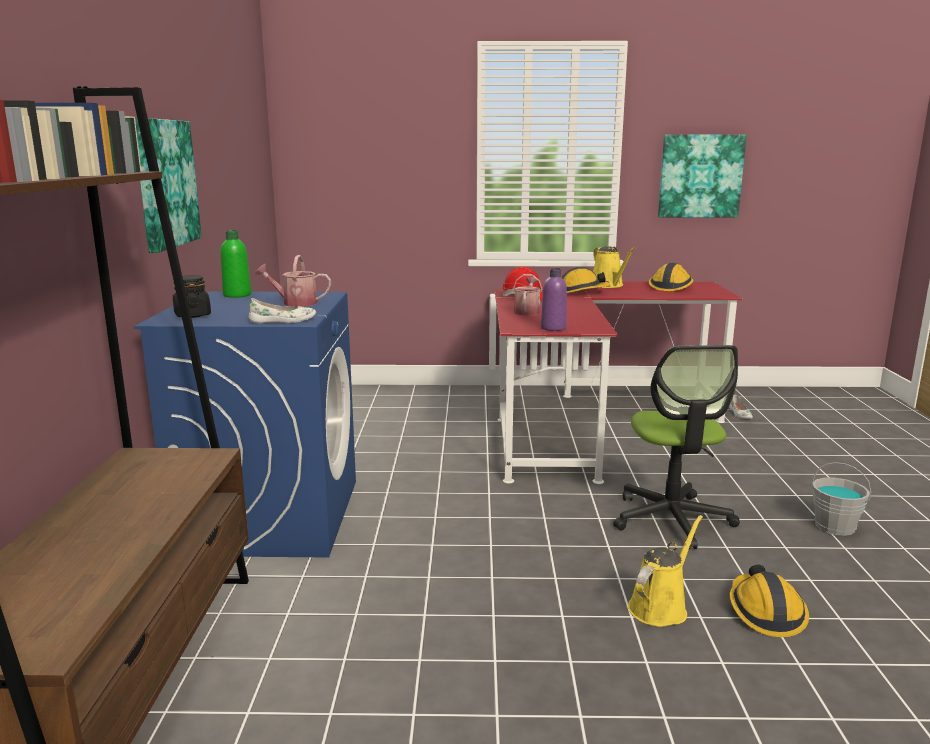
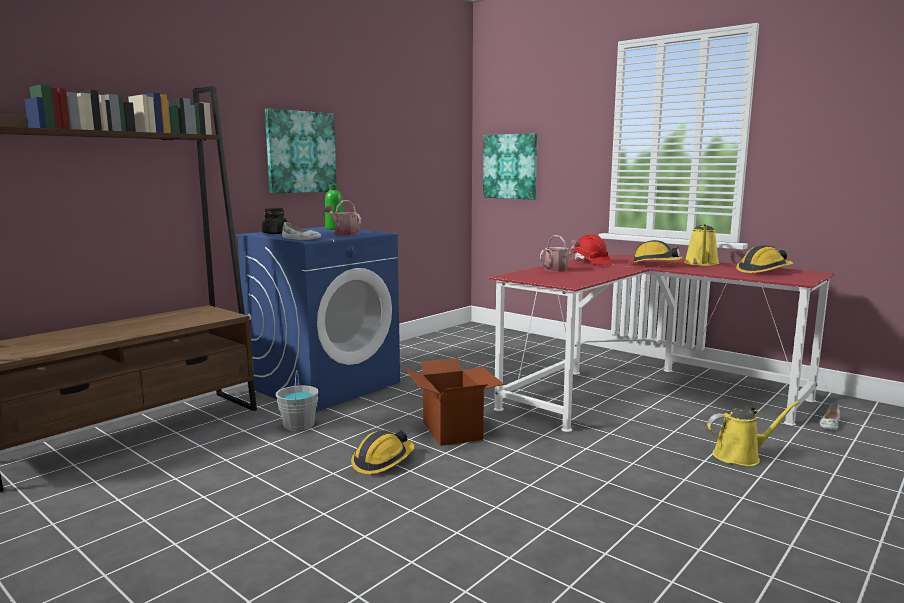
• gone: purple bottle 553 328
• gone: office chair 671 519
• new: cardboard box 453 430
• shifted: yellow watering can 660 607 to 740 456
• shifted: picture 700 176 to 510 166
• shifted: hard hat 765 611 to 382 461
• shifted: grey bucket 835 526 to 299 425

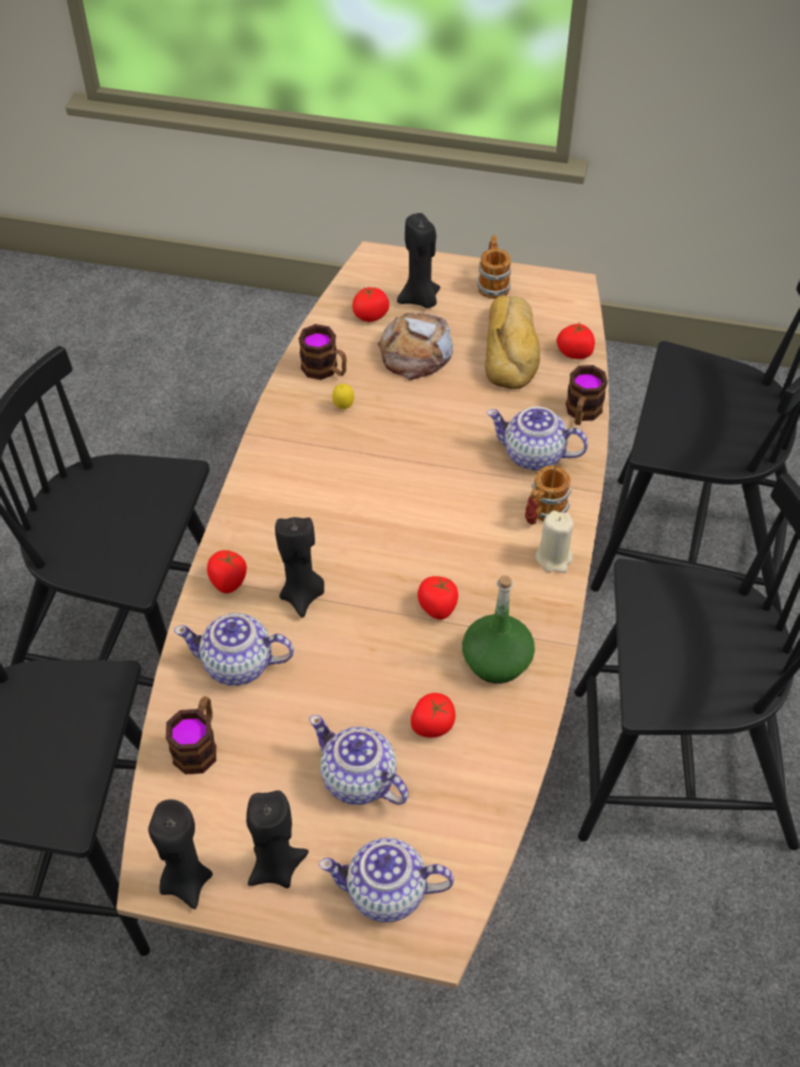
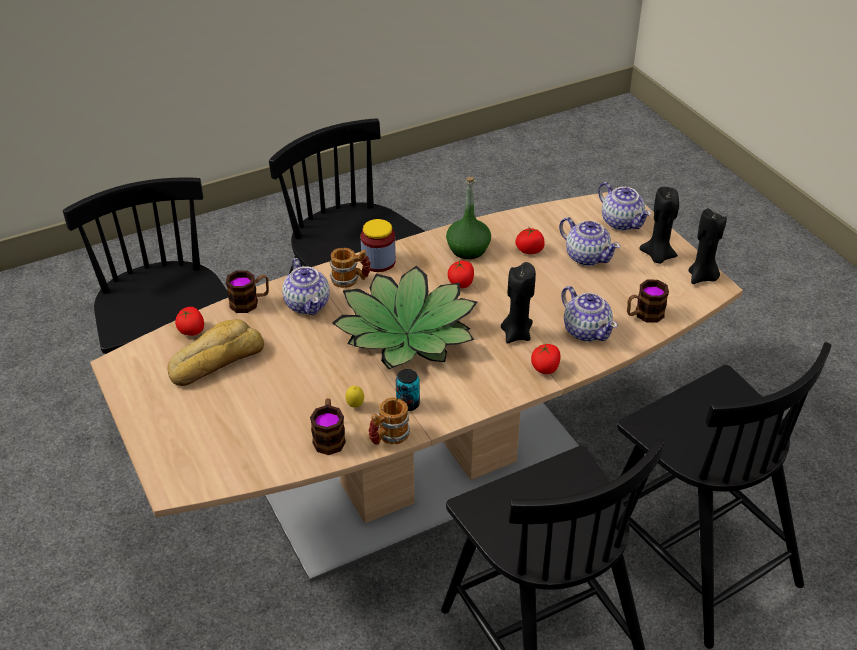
• gone: tomato 371 315
• gone: bread 415 352
• gone: black candle 420 300
• new: potted plant 407 333
• new: can 408 404
• shifted: mug 493 283 to 388 437
• swapped: beige candle 554 558 to jar 378 262
• rotated: teapot 359 780 = 586 256 45 degrees counterclockwise

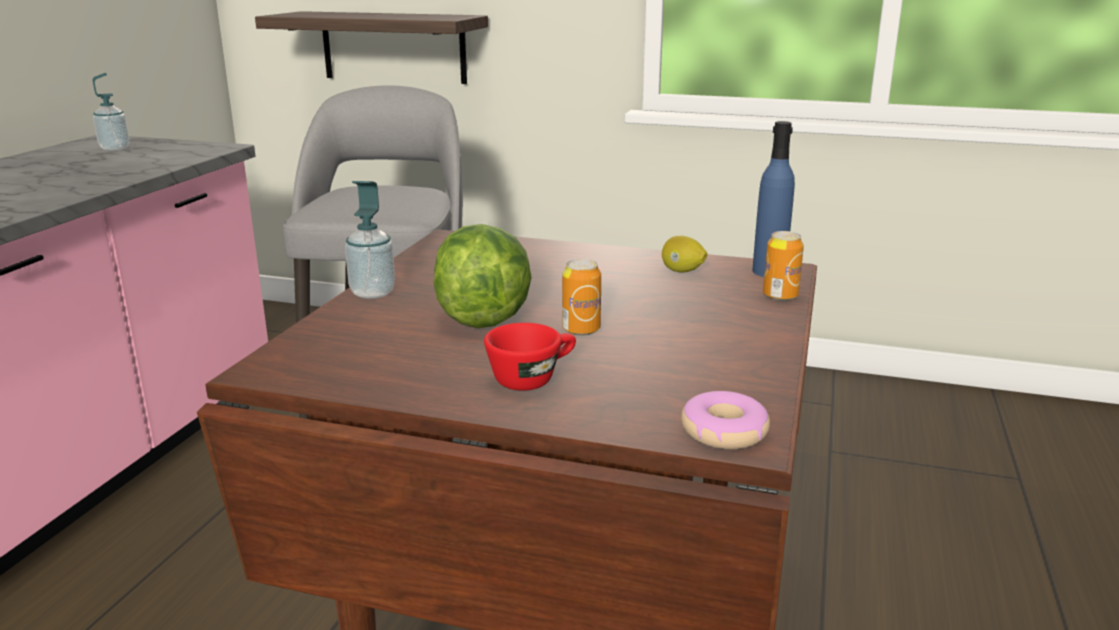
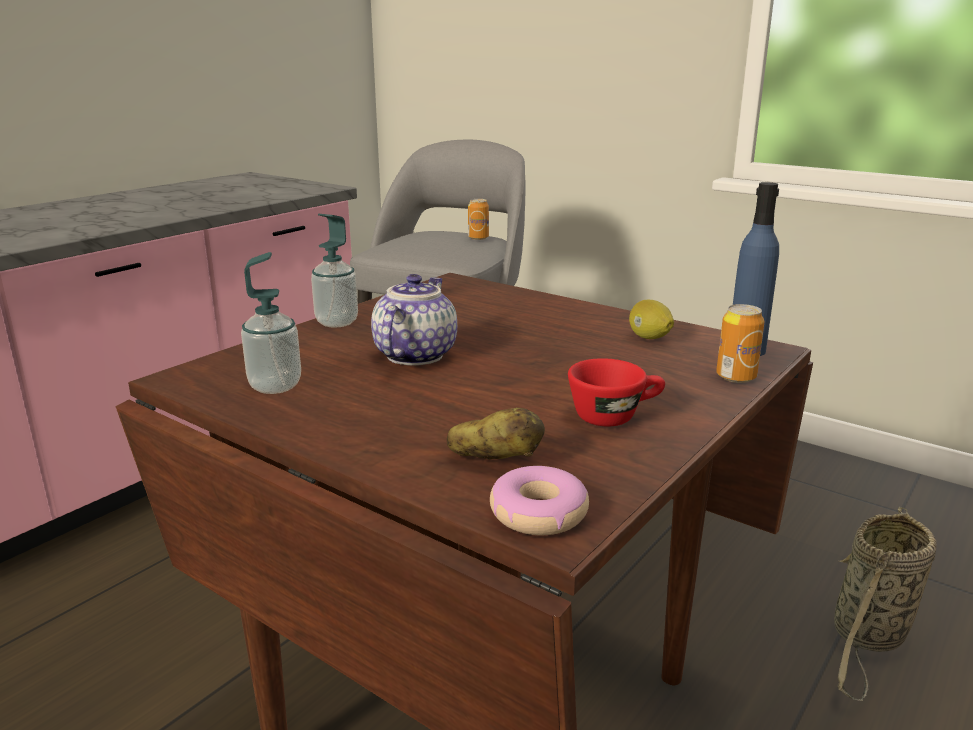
• gone: shelf 393 47
• new: potato 495 459
• new: basket 868 637
• shifted: soap dispenser 115 148 to 275 386
• shifted: red cup 532 378 to 614 416
• shifted: can 581 330 to 478 238
• swapped: lettuce 484 315 to teapot 413 355

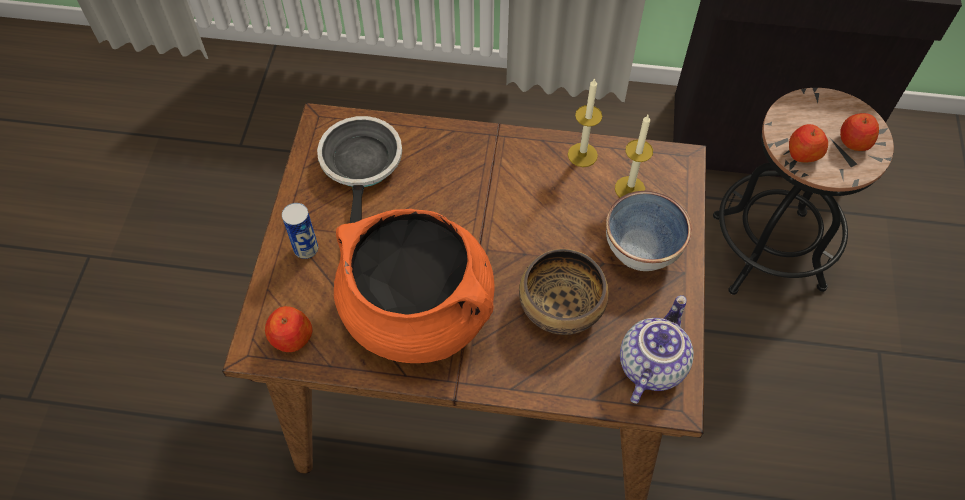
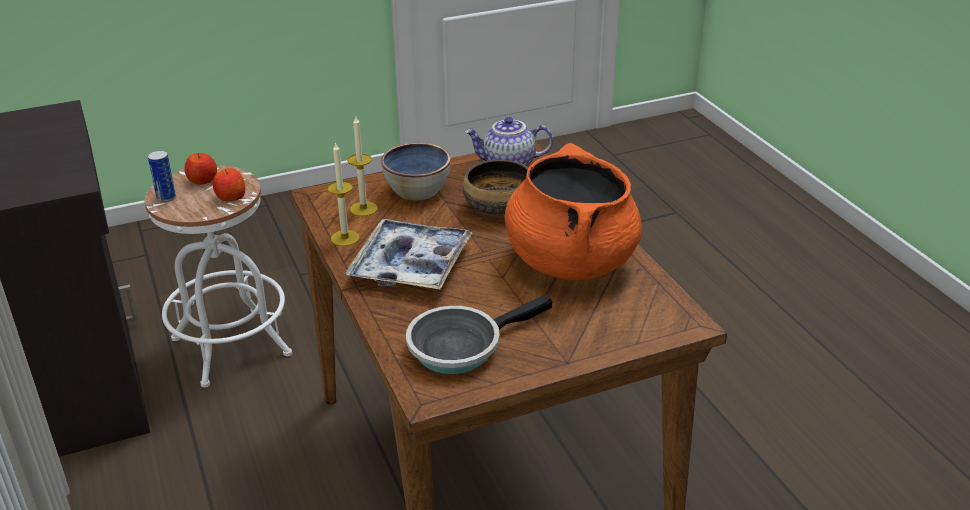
• gone: apple 291 338
• new: tray 410 265
• shifted: can 306 249 to 166 198
• repainted: black stool 768 251 to white stool 231 346

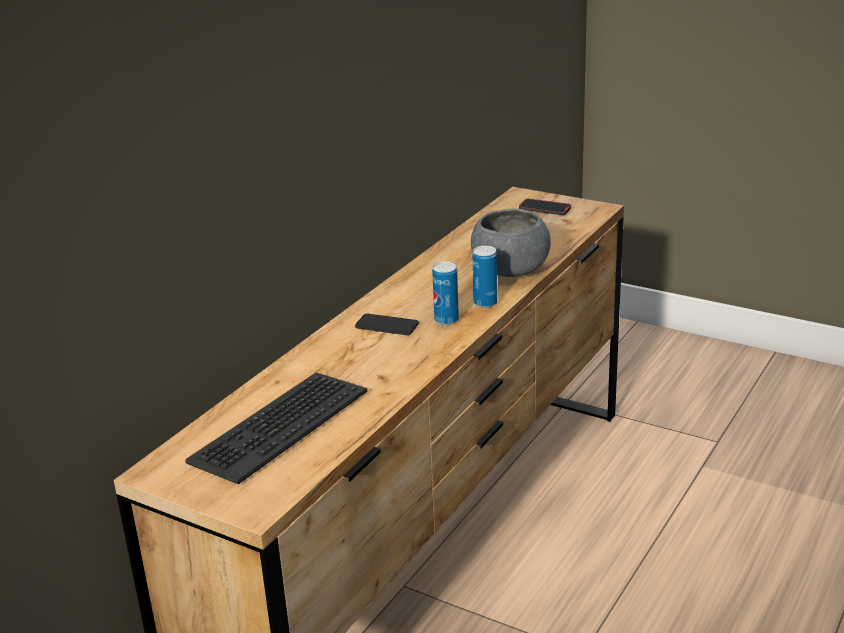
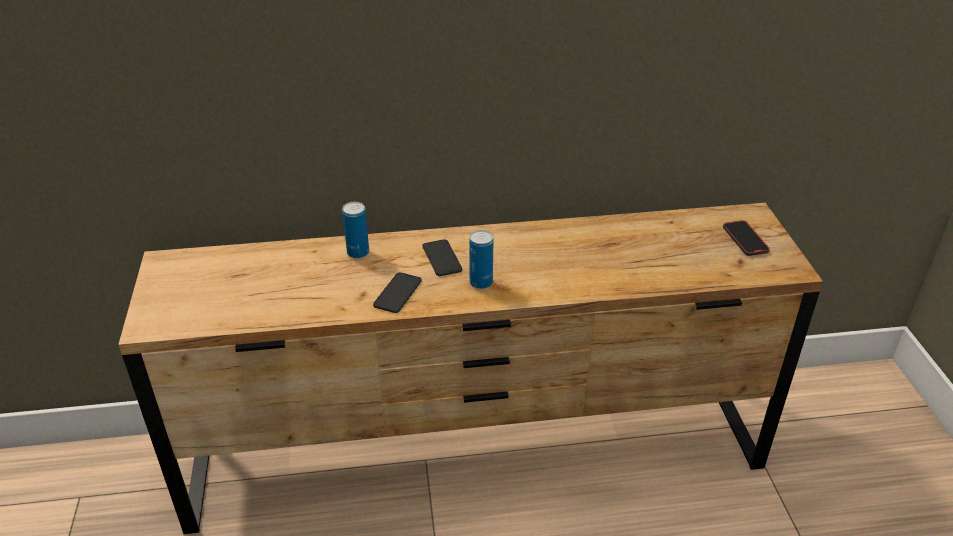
• gone: keyboard 279 426
• gone: grey bowl 510 270
• new: phone 397 293
• shifted: can 485 303 to 358 253

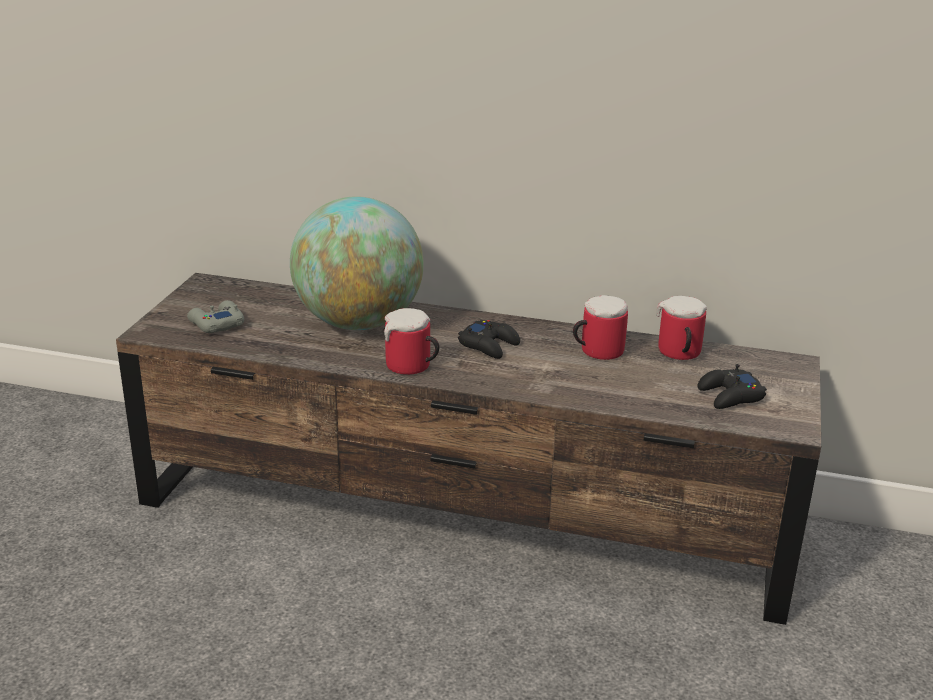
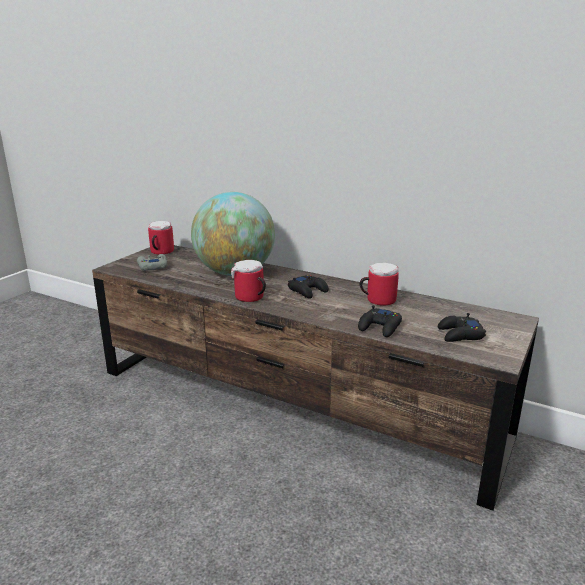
• new: black game controller 380 327
• shifted: mug 678 354 to 159 252

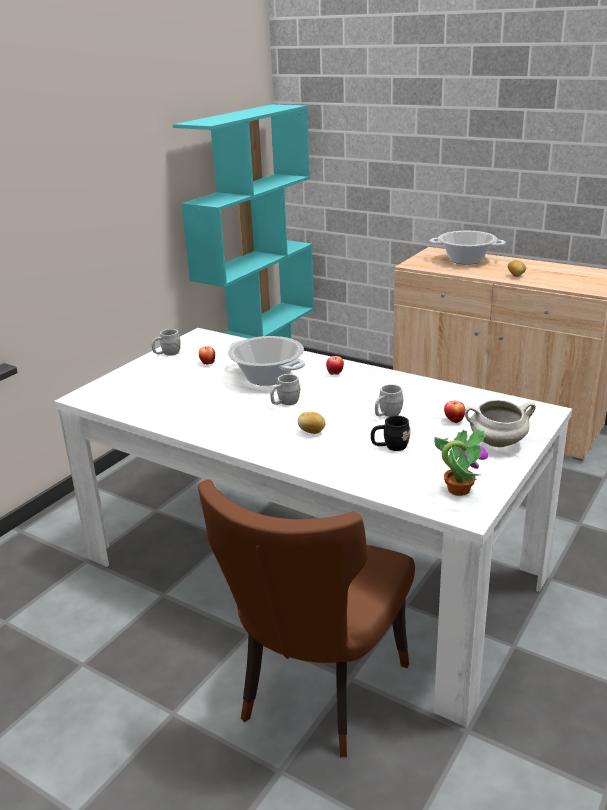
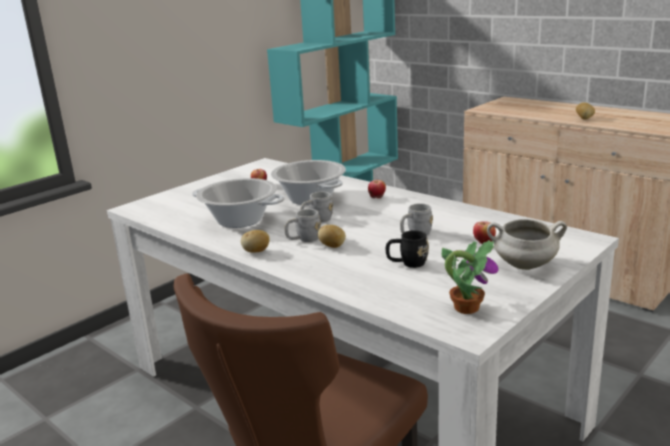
• new: potato 256 251
• shifted: grey mug 167 353 to 303 239
• shifted: cooking pot 466 260 to 240 220

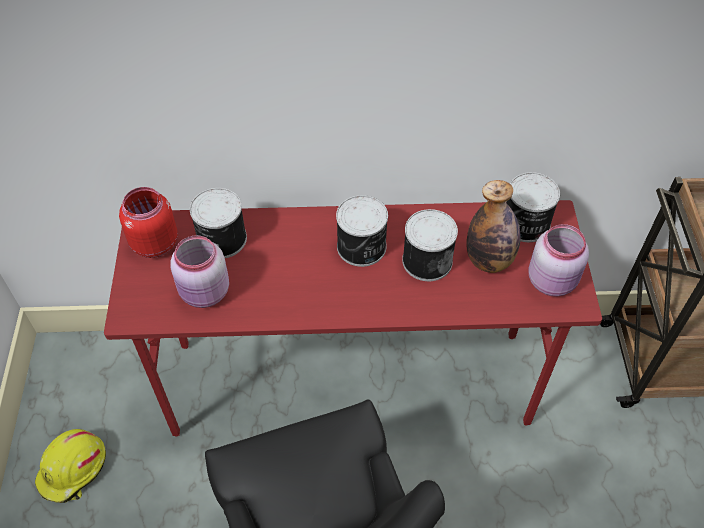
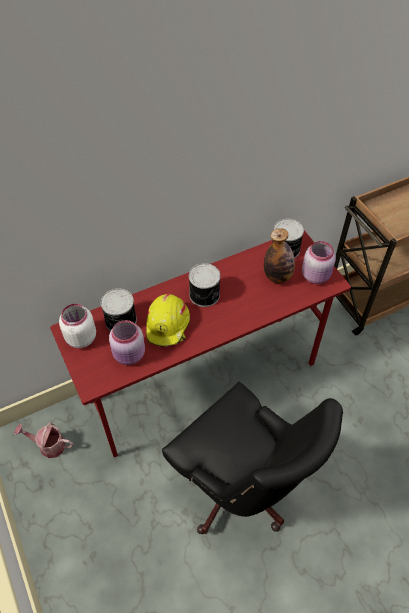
• gone: can 426 260
• new: watering can 48 445
• shifted: yellow hard hat 74 470 to 168 325
• repainted: red jar 153 243 to white jar 80 338

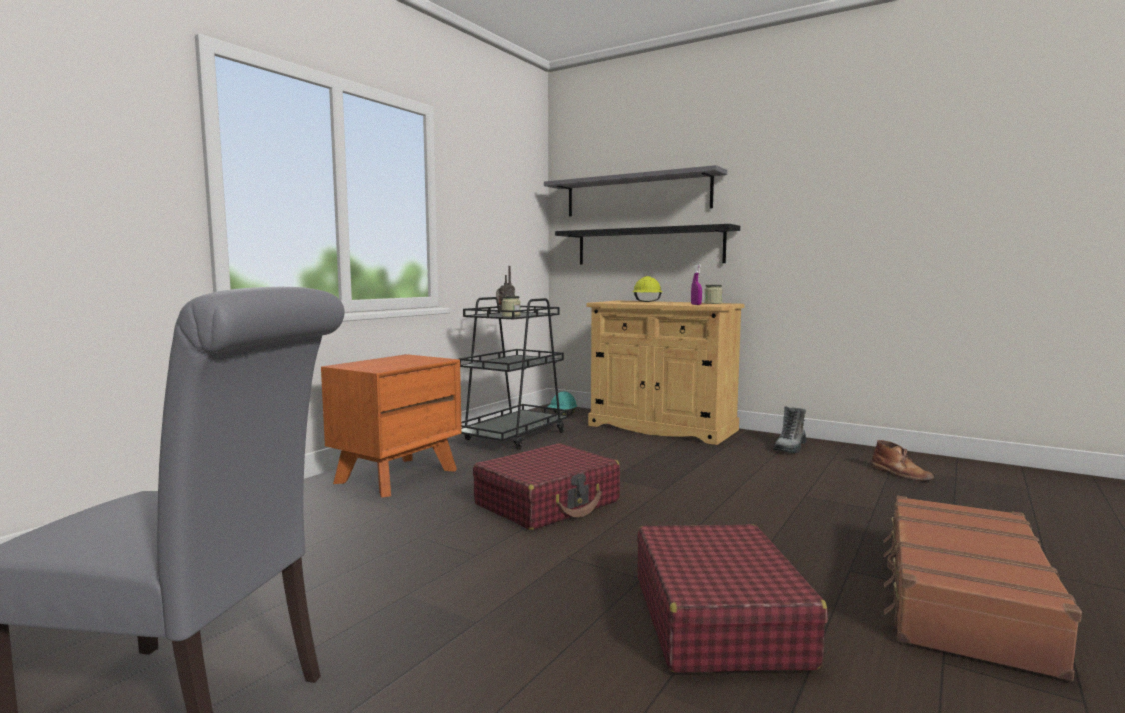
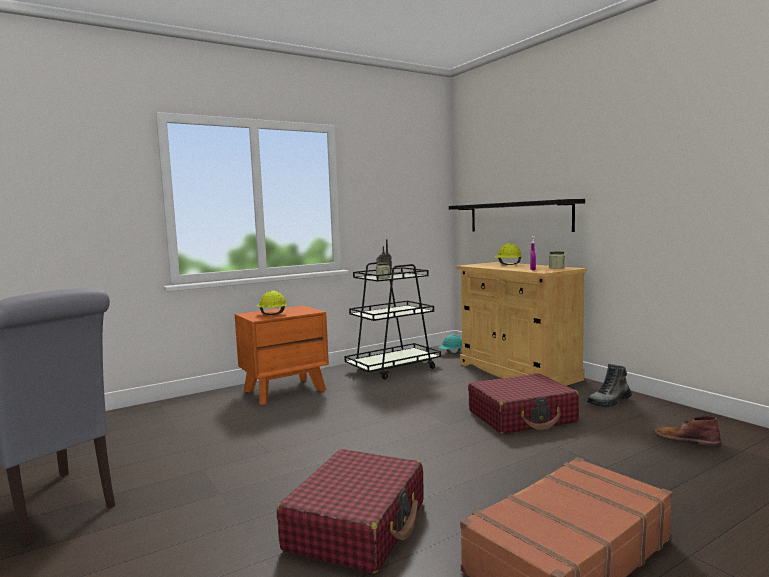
• gone: grey shelf 636 195
• new: yellow hard hat 272 314
• shifted: red suitcase 548 503 to 522 417
• rotated: brown boot 900 474 = 686 439 135 degrees clockwise

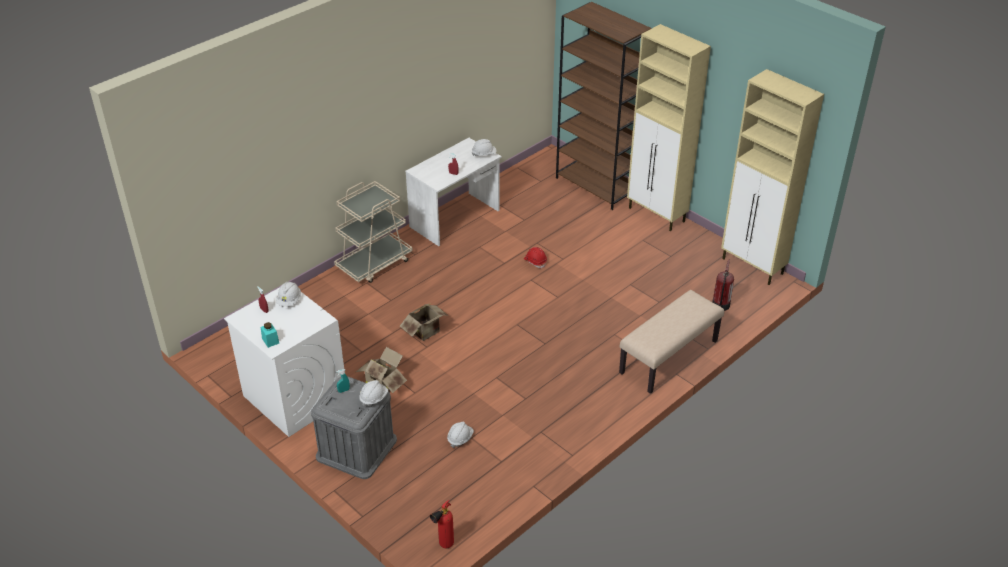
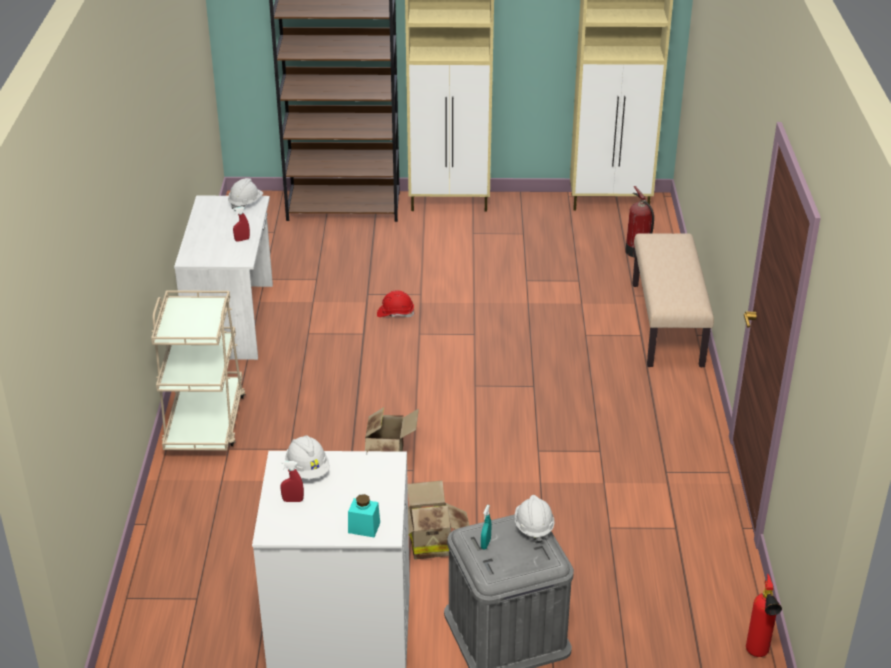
• gone: white hard hat 460 438

